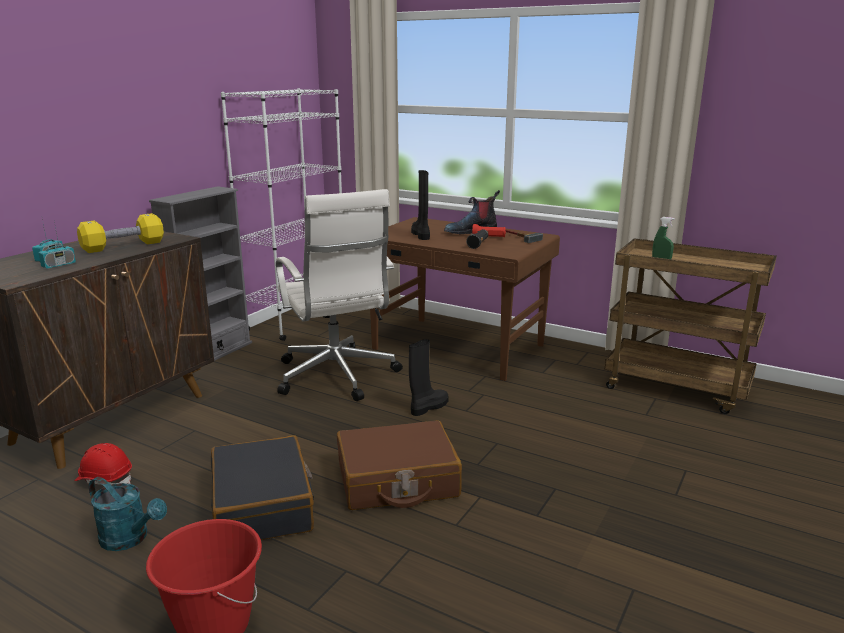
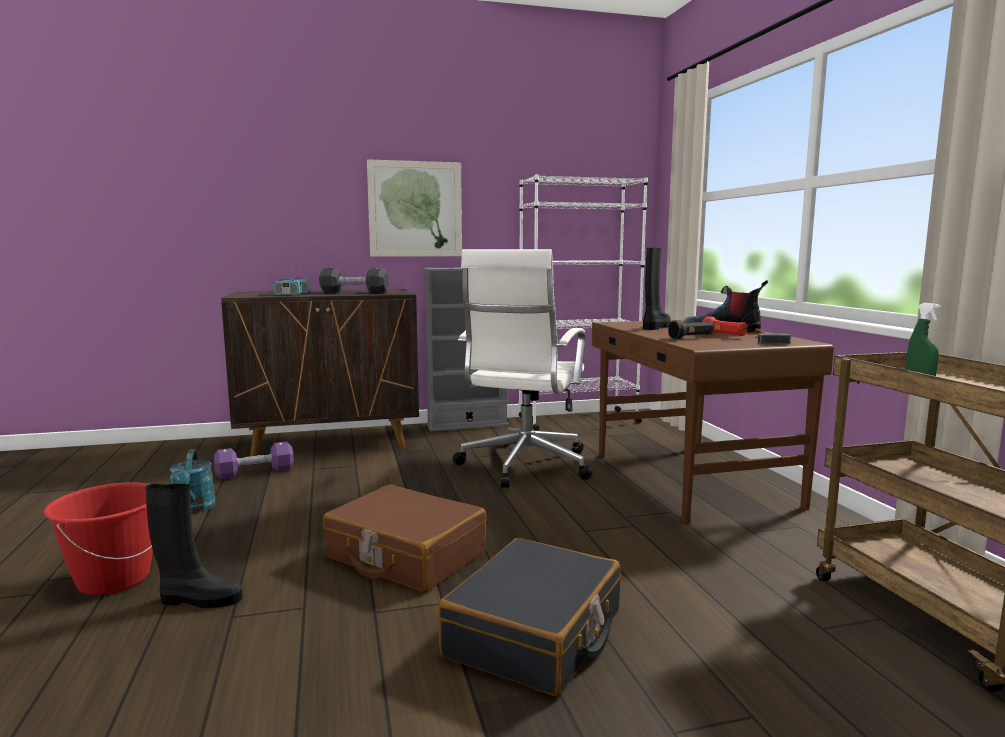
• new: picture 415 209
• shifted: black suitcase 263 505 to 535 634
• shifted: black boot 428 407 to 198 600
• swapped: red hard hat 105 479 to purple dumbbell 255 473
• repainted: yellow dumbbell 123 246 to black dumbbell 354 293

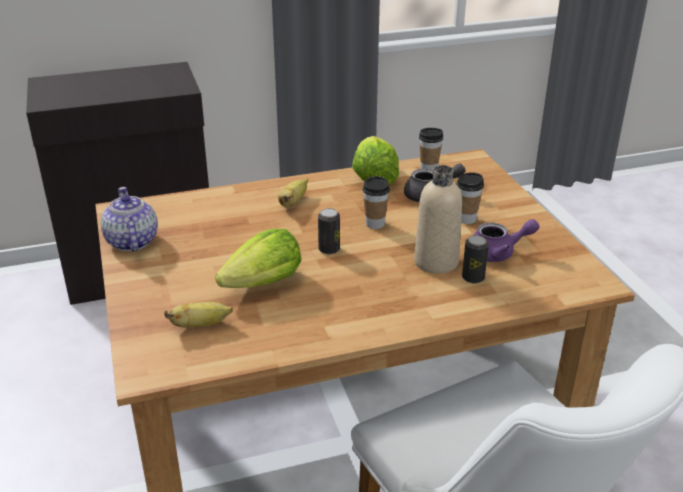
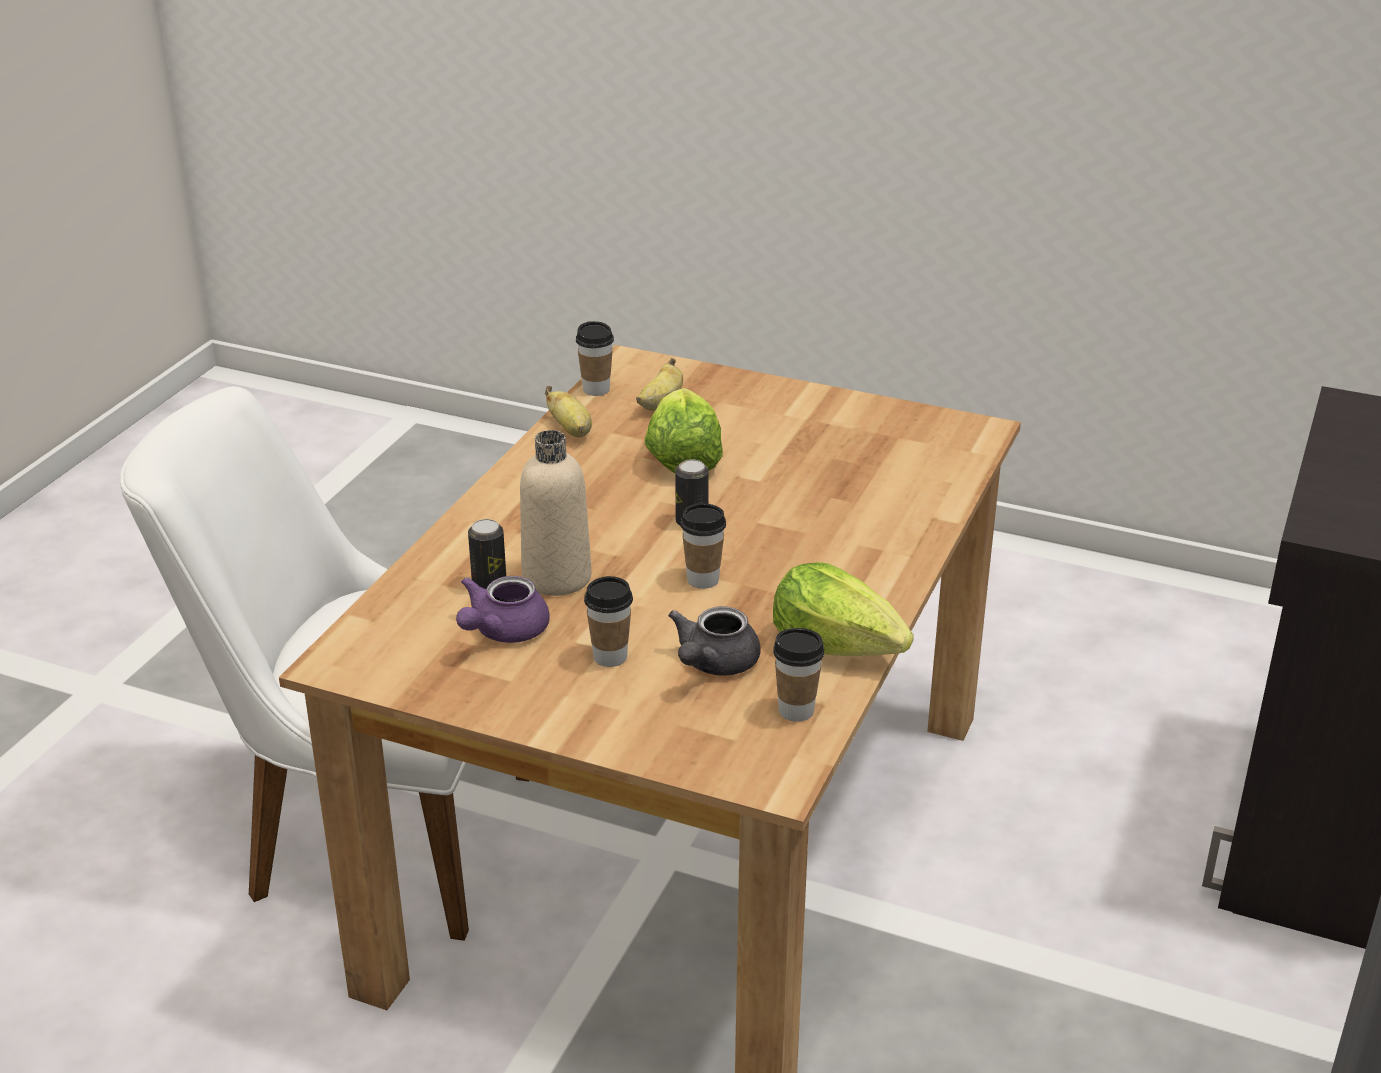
• gone: teapot 131 242
• new: cup 596 389
• shifted: banana 293 202 to 571 430

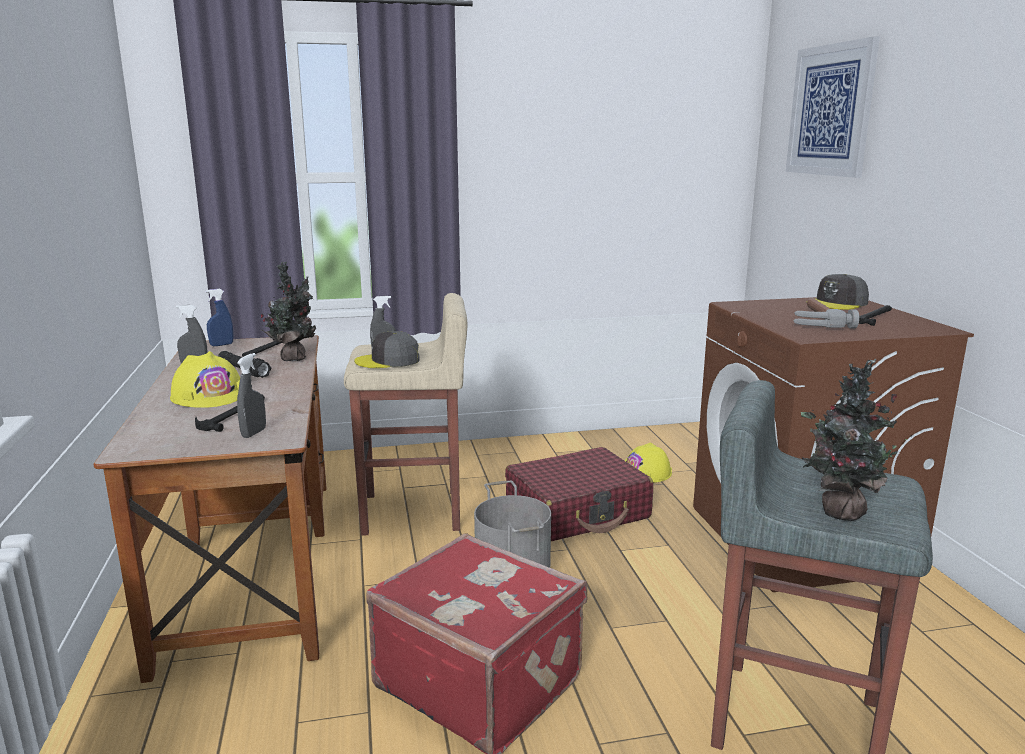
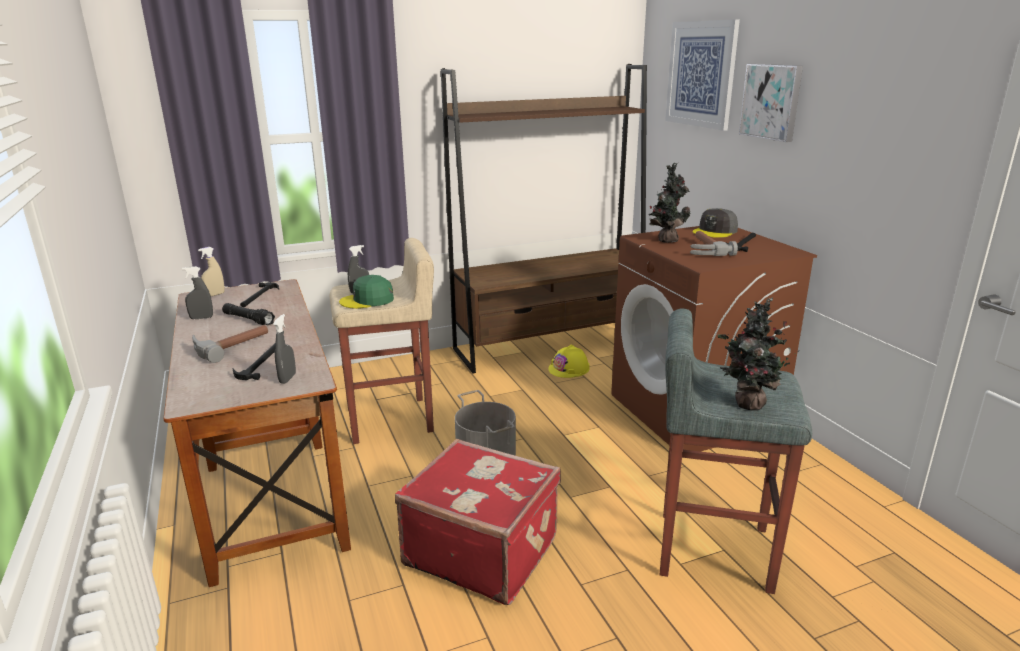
• gone: red suitcase 578 511
• new: brown bookcase 550 345
• new: picture 771 101
• shifted: potted plant 293 358 to 666 240
• swapped: yellow hard hat 209 395 to hammer 230 346
• repainted: blue spray bottle 221 345 to beige spray bottle 215 294
• repainted: grey cap 388 361 to green cap 367 300

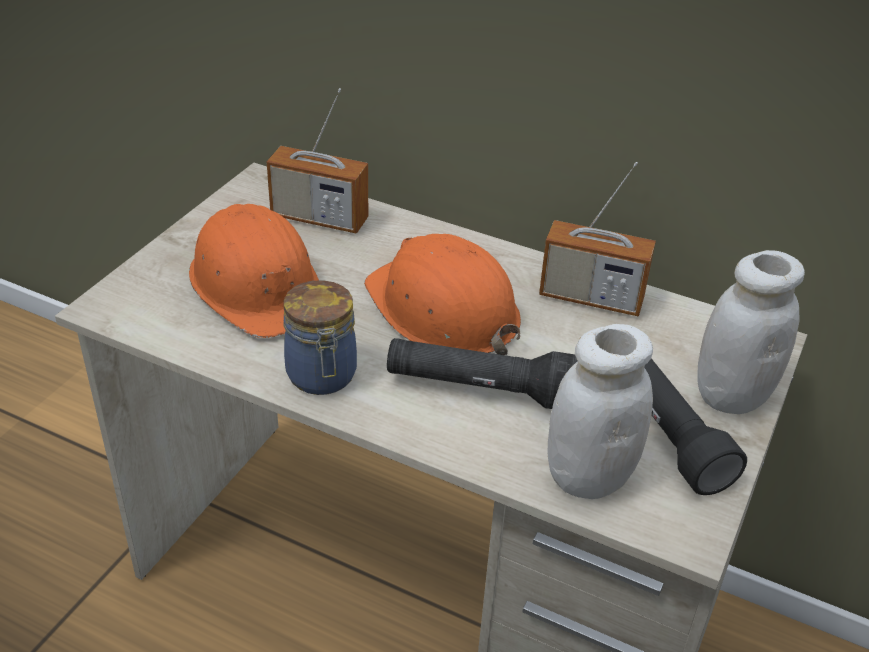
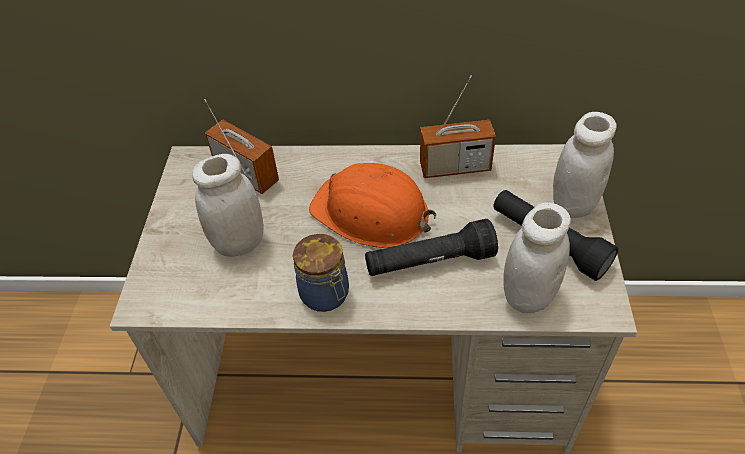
• swapped: orange hard hat 258 285 to white jar 239 243
• rotated: radio 319 218 = 247 174 135 degrees counterclockwise

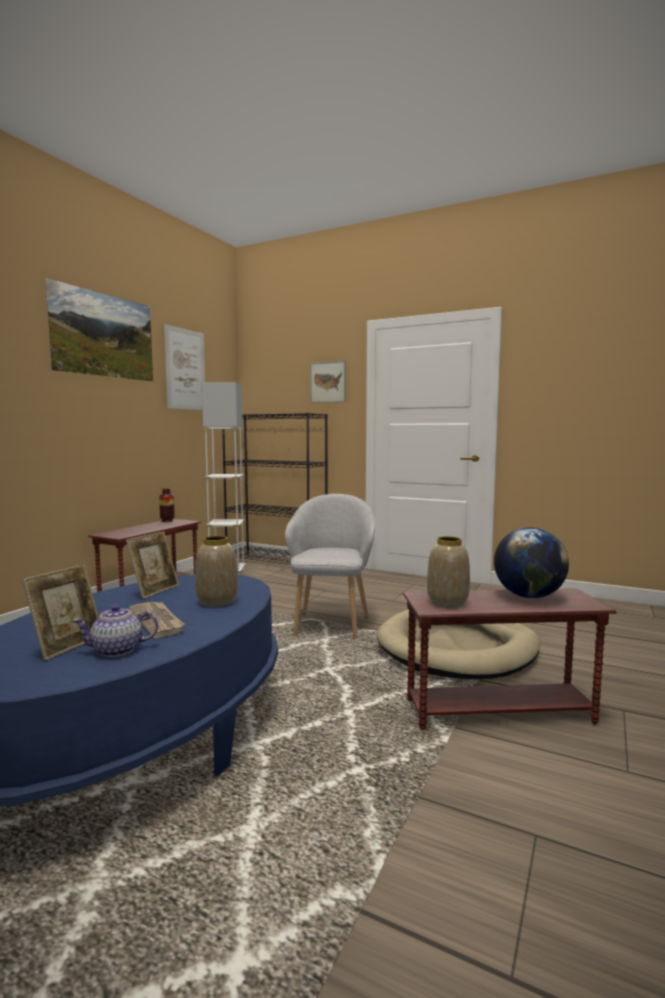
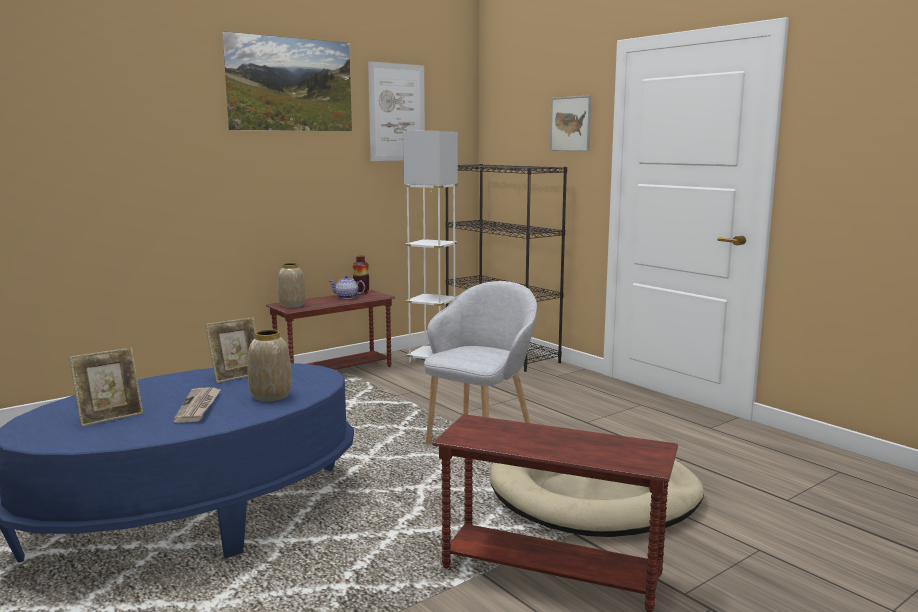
• gone: globe 528 596
• shifted: teapot 118 650 to 347 297
• shifted: vase 447 602 to 291 305

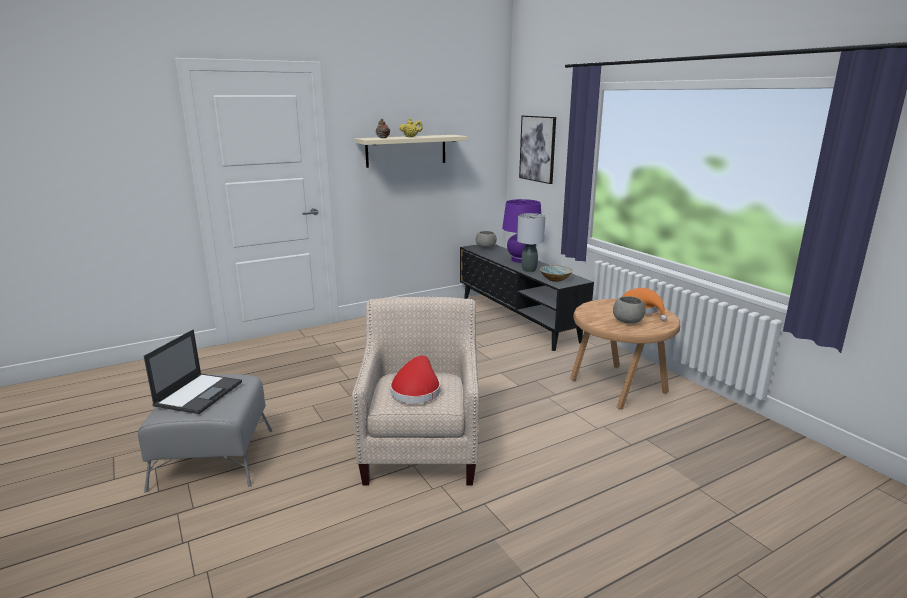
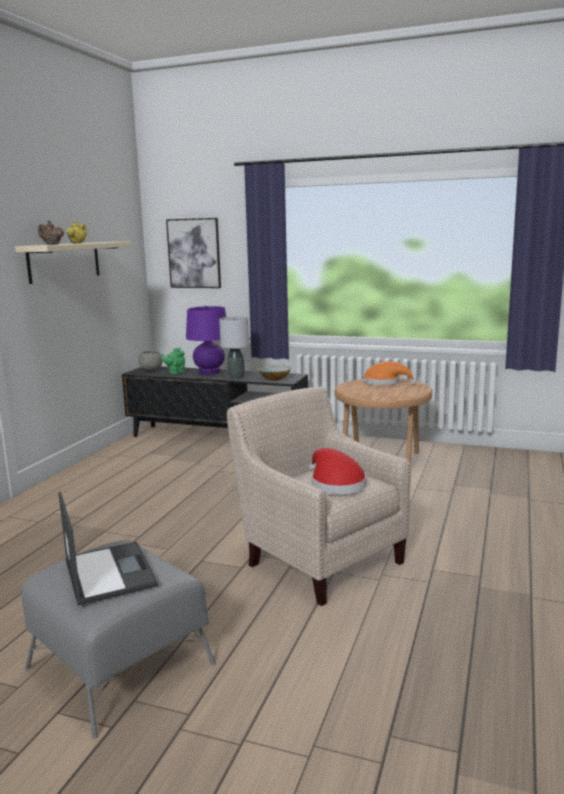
• gone: grey bowl 627 321
• new: green teapot 175 372

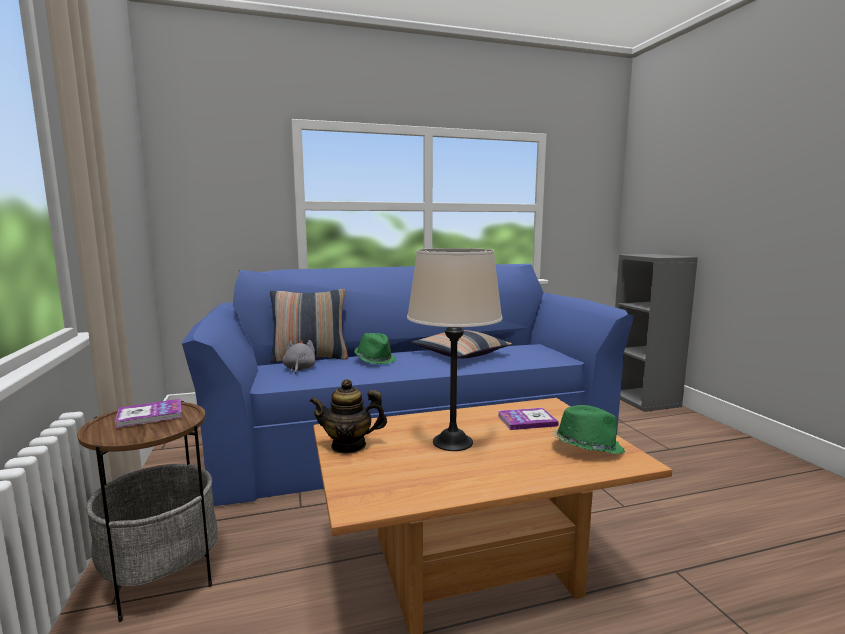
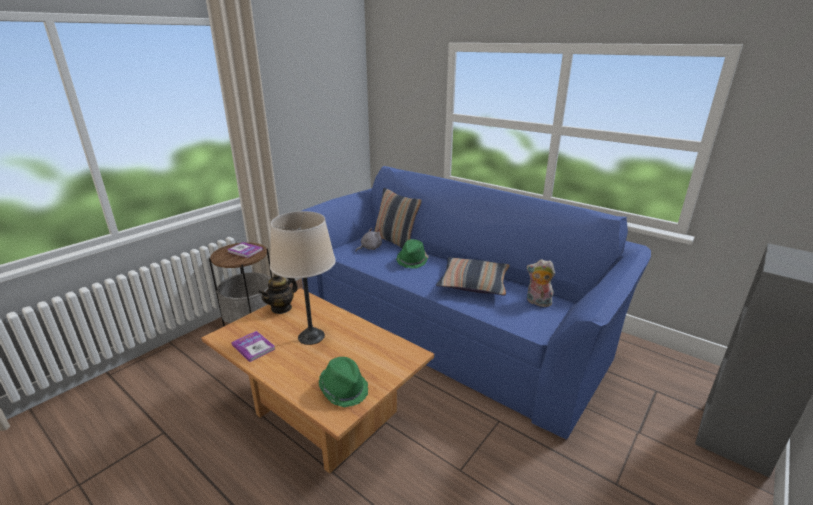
• new: plush toy 537 302
• shifted: book 527 420 to 253 347
• rotated: teapot 349 445 = 281 308 105 degrees counterclockwise

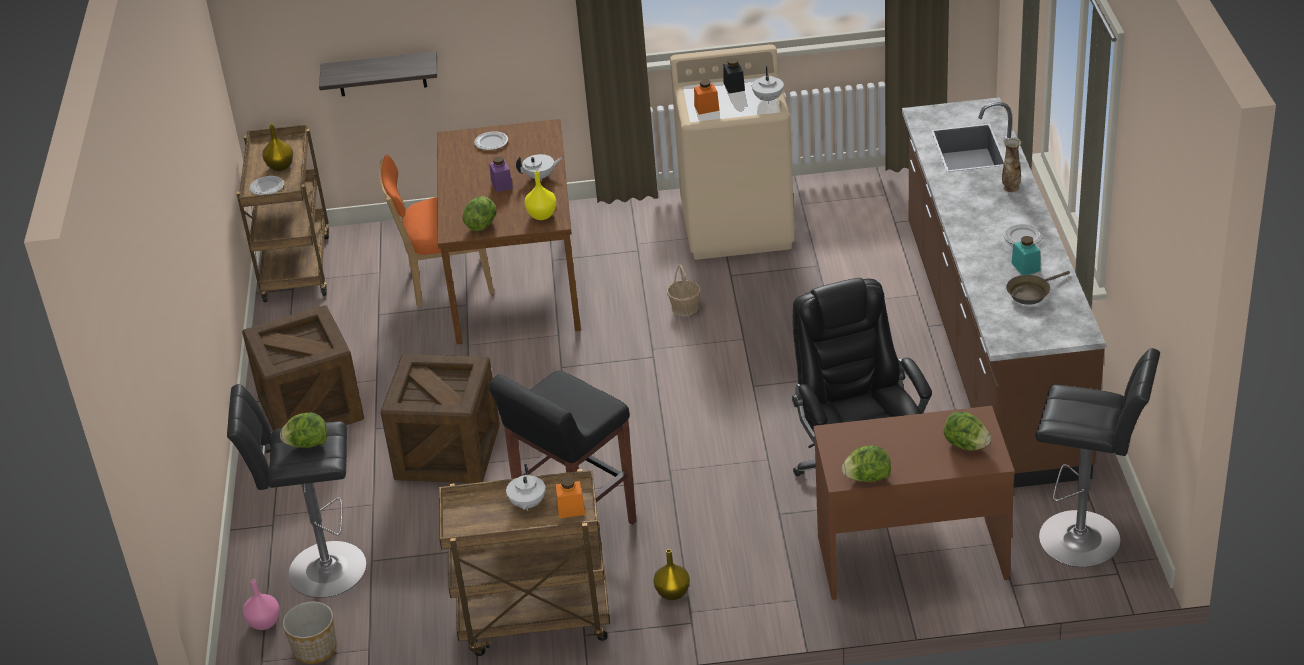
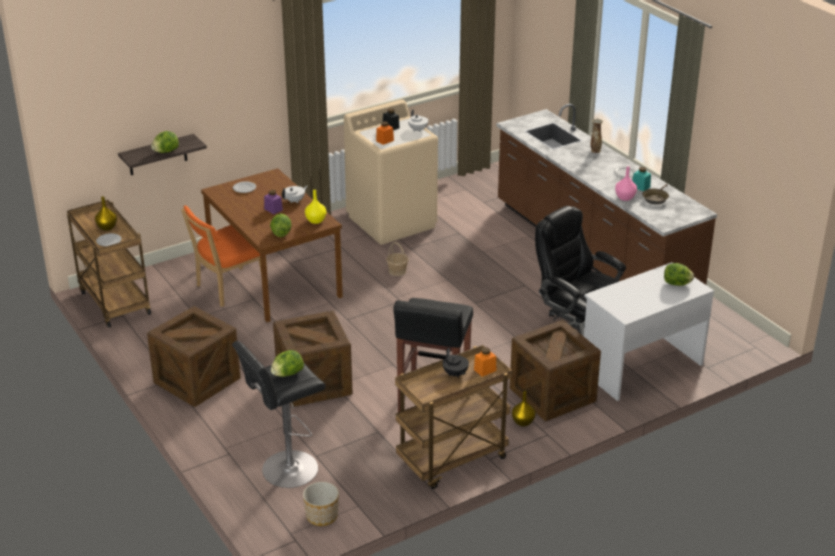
• gone: black stool 1086 539
• new: crate 552 395
• shifted: pink vase 264 623 to 625 198
• shifted: lettuce 867 478 to 166 151
• repainted: white teapot 527 504 to black teapot 455 374
• repainted: brown desk 911 555 to white desk 641 367

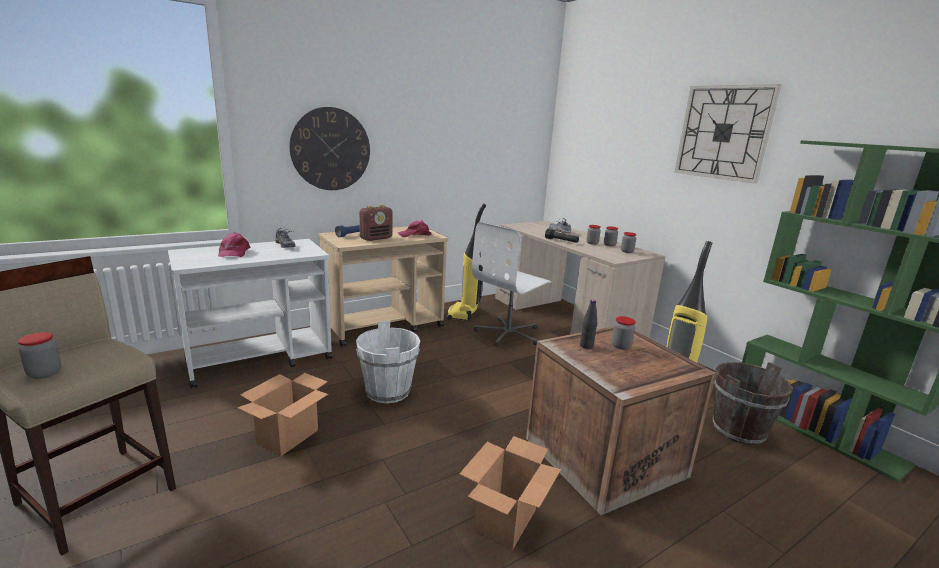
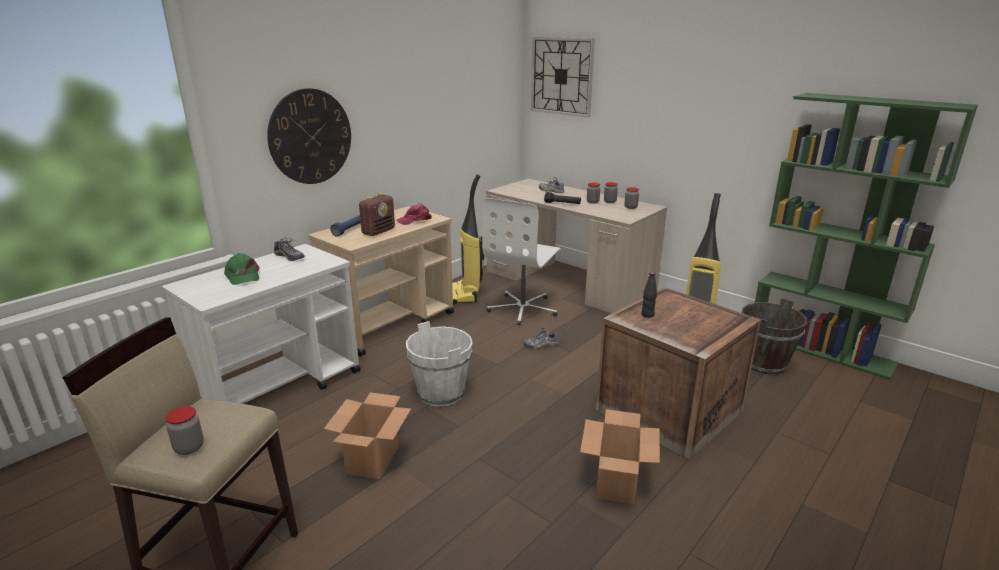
• gone: jar 621 346
• new: shoe 540 345
• shifted: wall clock 723 132 to 561 76
• repainted: pink cap 233 252 to green cap 242 276

